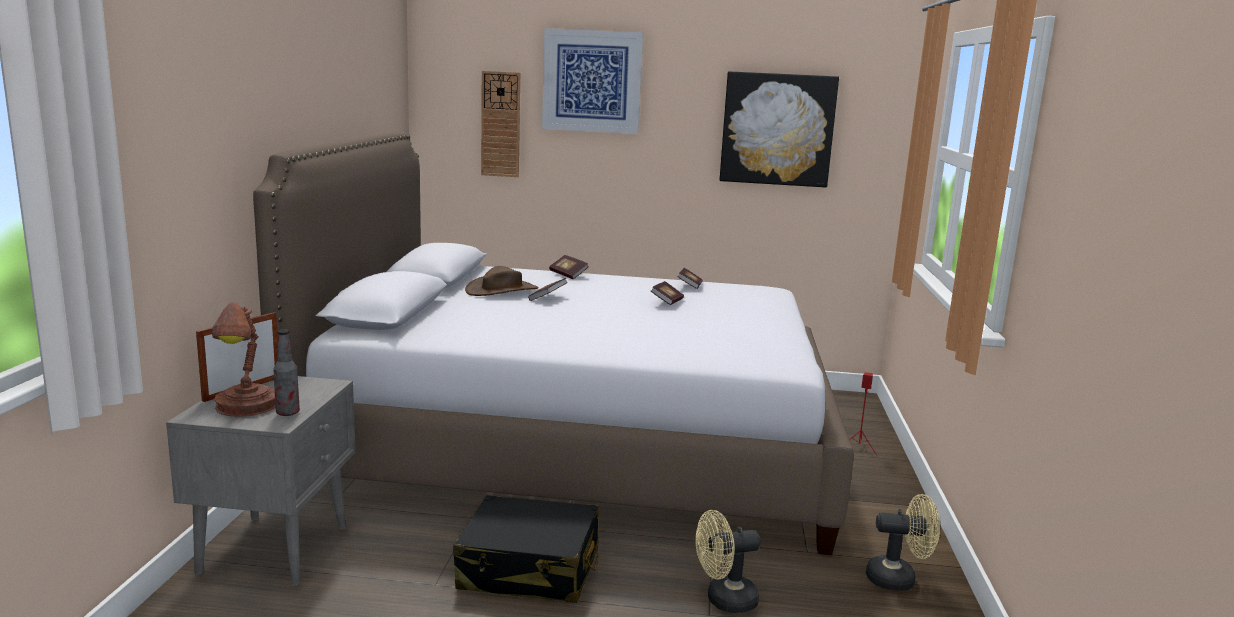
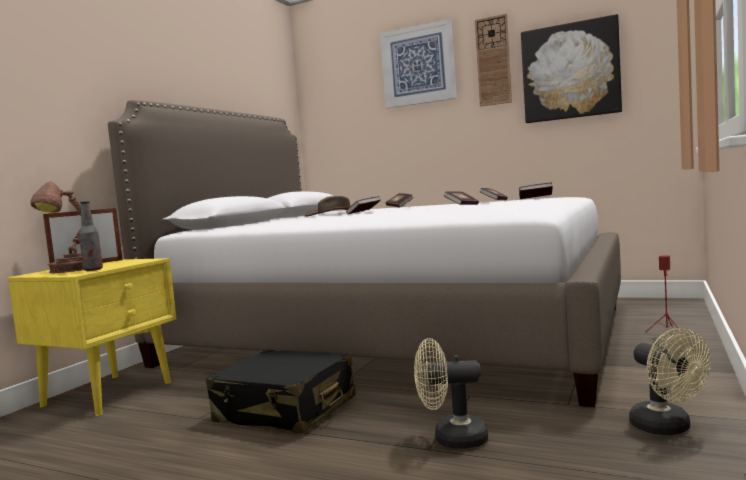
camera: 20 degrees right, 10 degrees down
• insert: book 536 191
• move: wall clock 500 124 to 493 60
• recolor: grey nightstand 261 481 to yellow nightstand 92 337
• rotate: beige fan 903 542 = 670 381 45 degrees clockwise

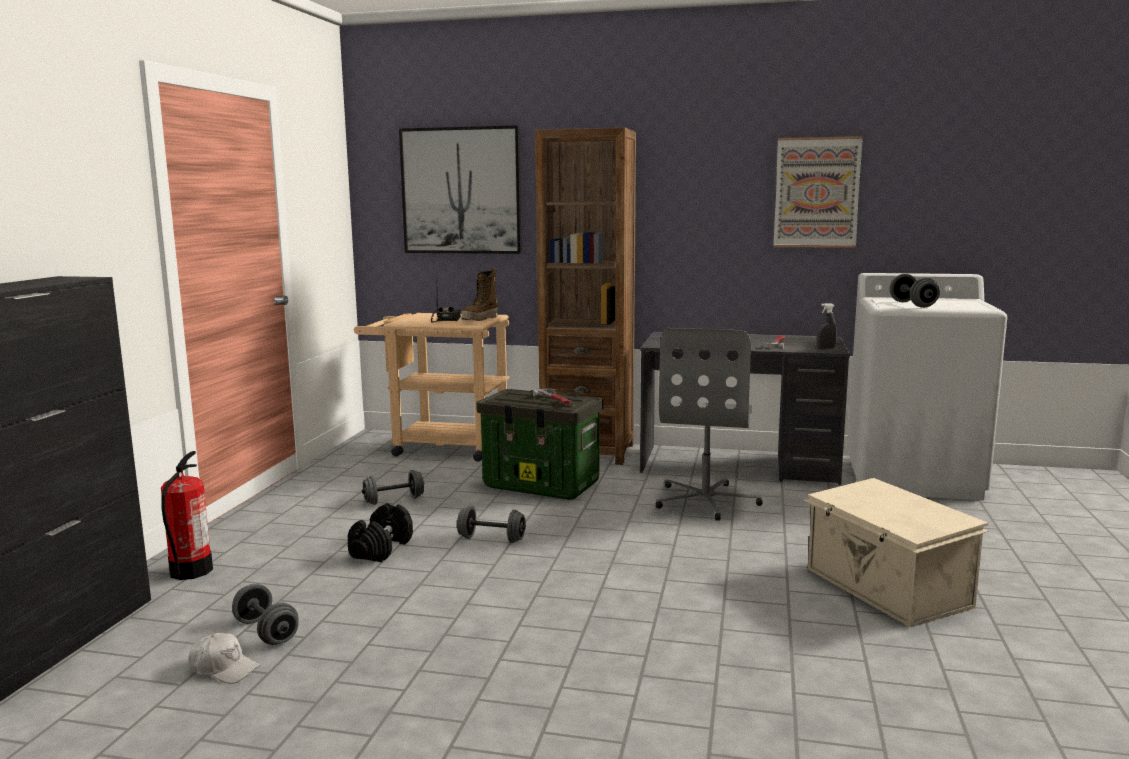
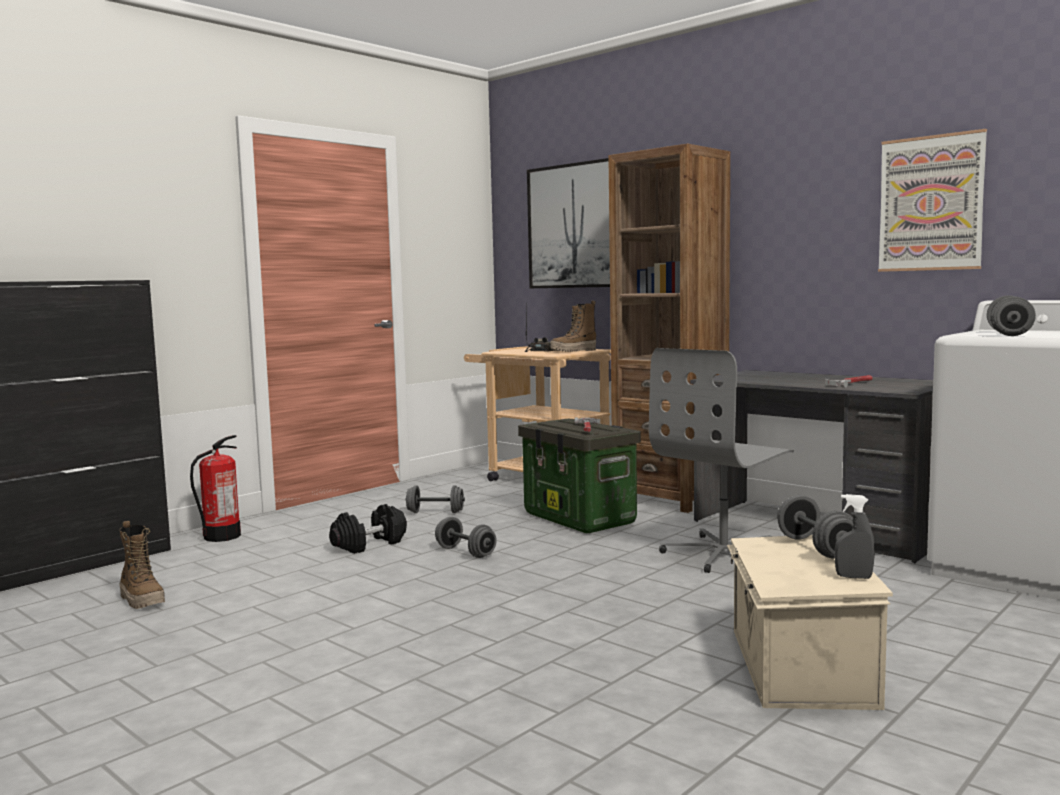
camera: 30 degrees right, 5 degrees down
• move: grey dumbbell 265 614 to 815 526
• move: grey spray bottle 826 326 to 855 536
• replace: white cap 224 658 to boot 142 565

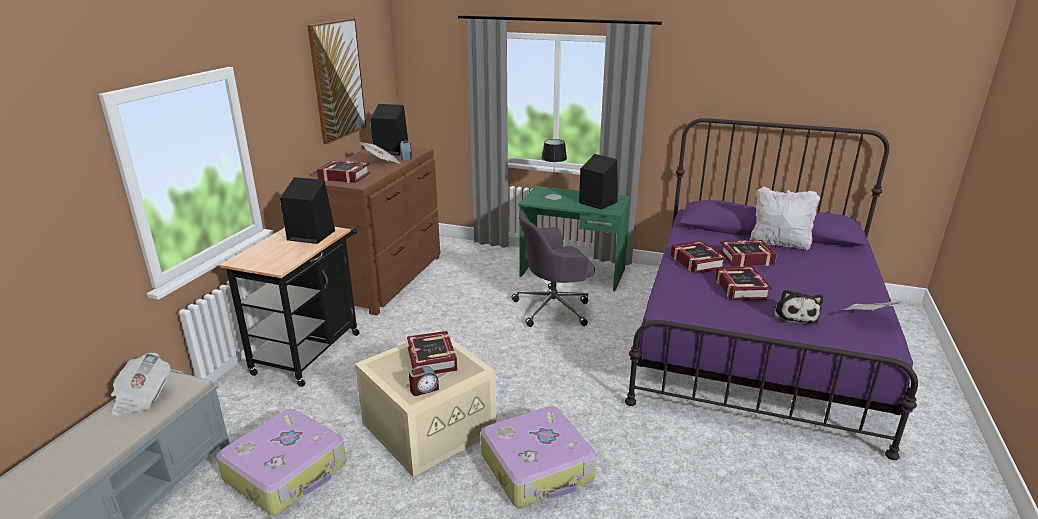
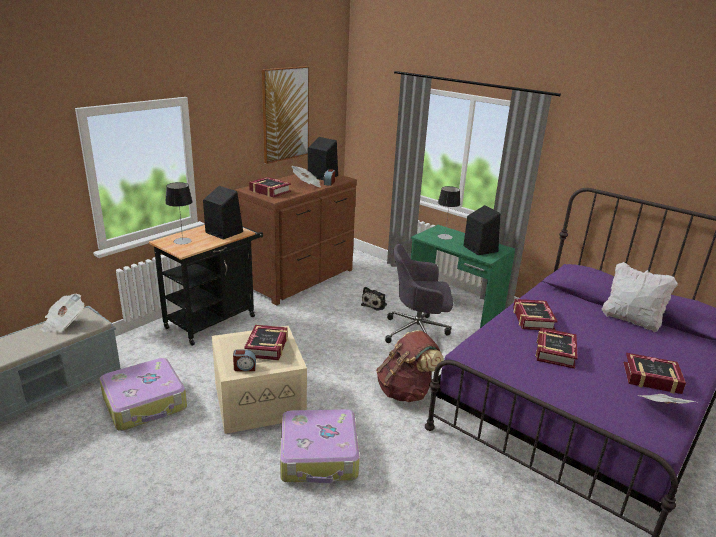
camera: 20 degrees right, 0 degrees up
• insert: table lamp 179 213
• insert: brown backpack 410 366
• move: book 748 253 to 655 373
• move: plush toy 798 307 to 374 299

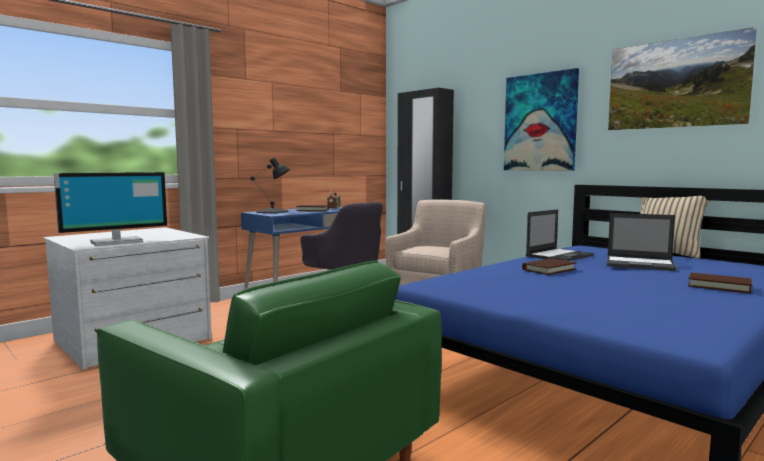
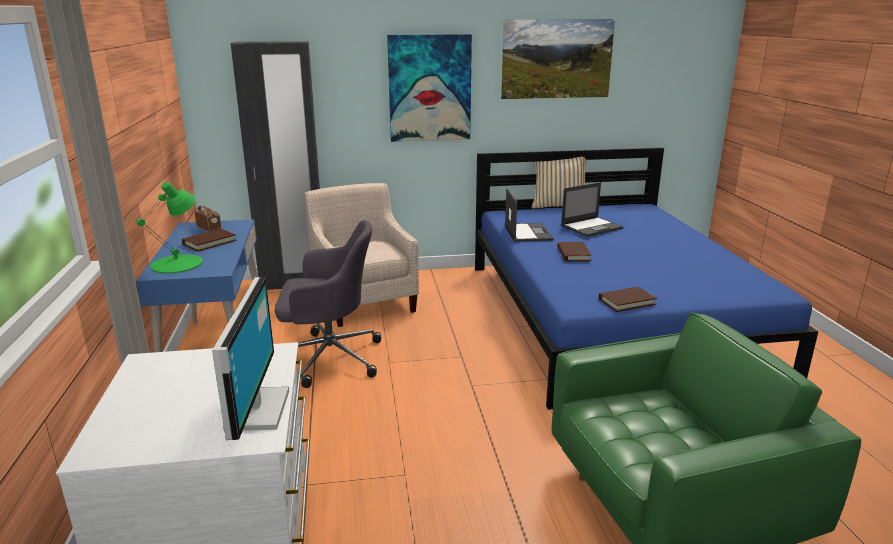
camera: 55 degrees left, 15 degrees up
• move: brown book 720 283 to 628 299
• recolor: black table lamp 270 185 to green table lamp 169 228

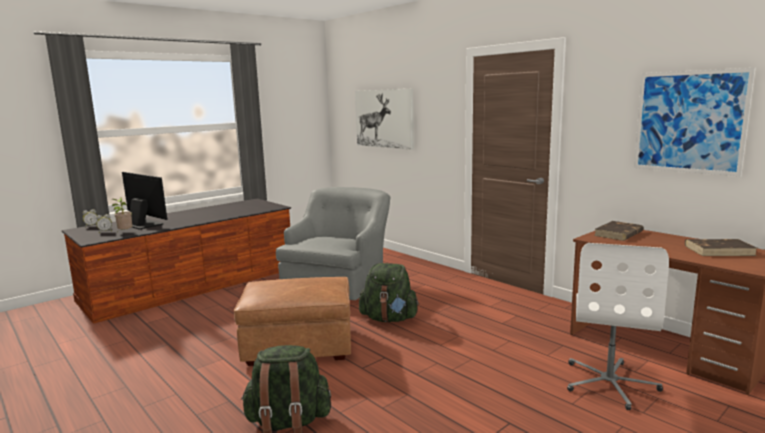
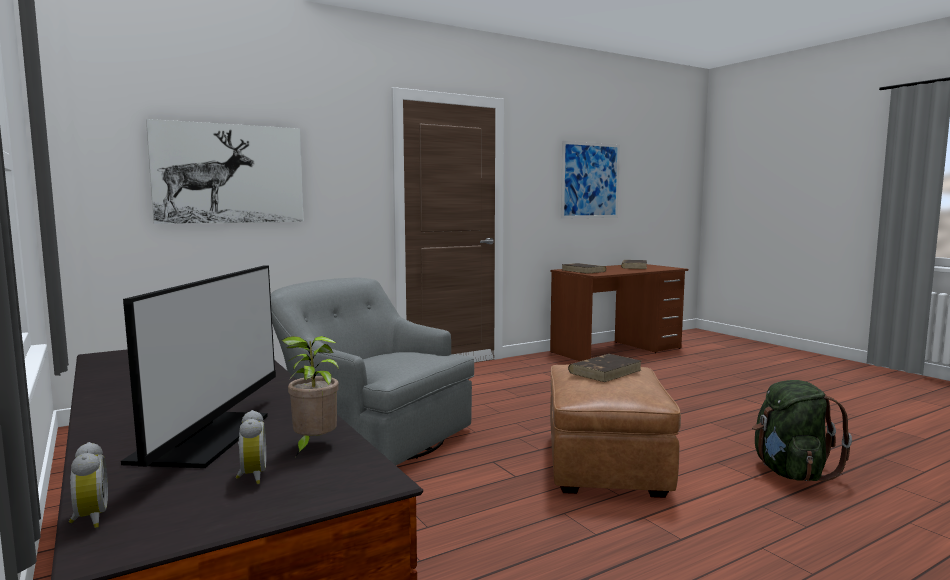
camera: 80 degrees left, 5 degrees down
• delete: green backpack 389 292
• delete: white office chair 618 326
• insert: brown book 604 368
• rotate: monitor 145 201 = 198 366 135 degrees clockwise

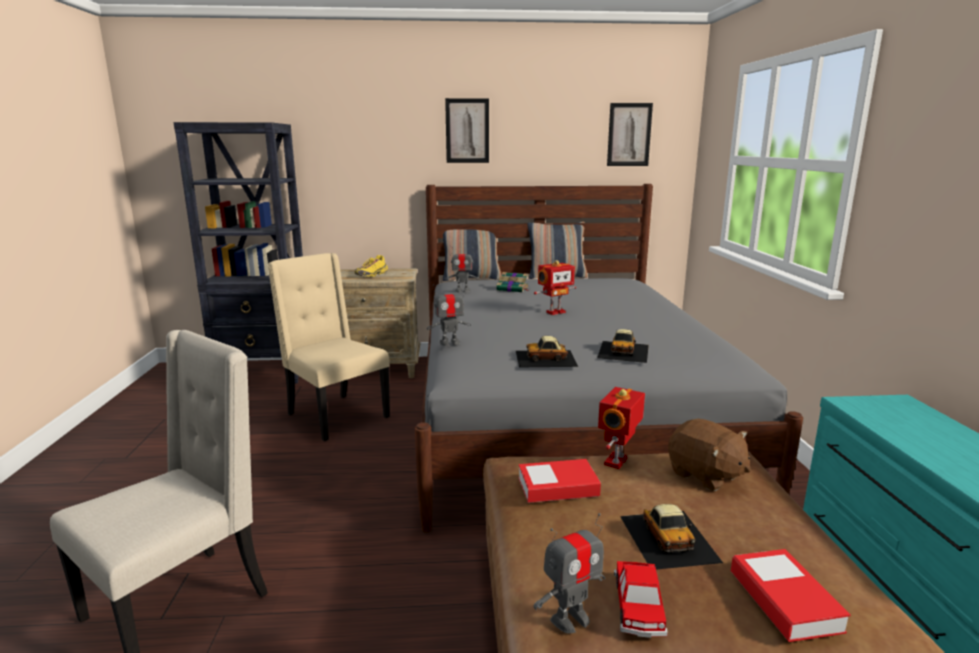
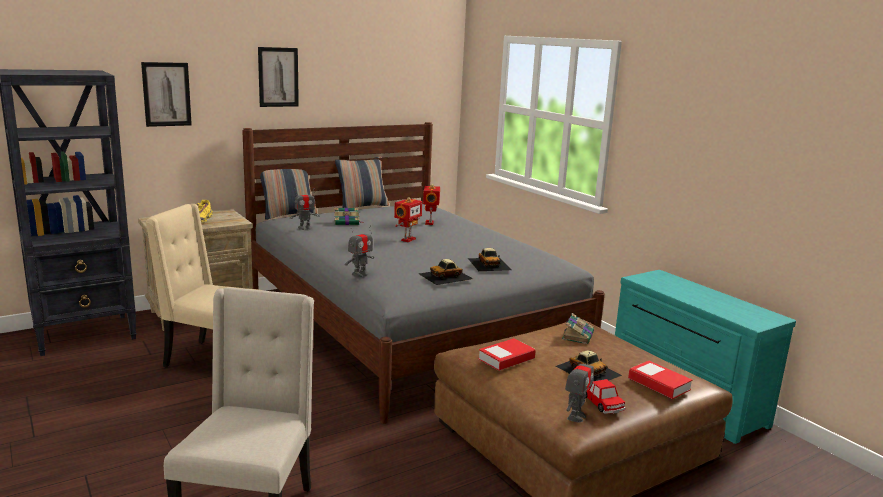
camera: 30 degrees left, 0 degrees up
• move: toy robot 621 428 to 431 204
• move: picture 630 134 to 166 94
• replace: brown plush toy 709 455 to book 578 328

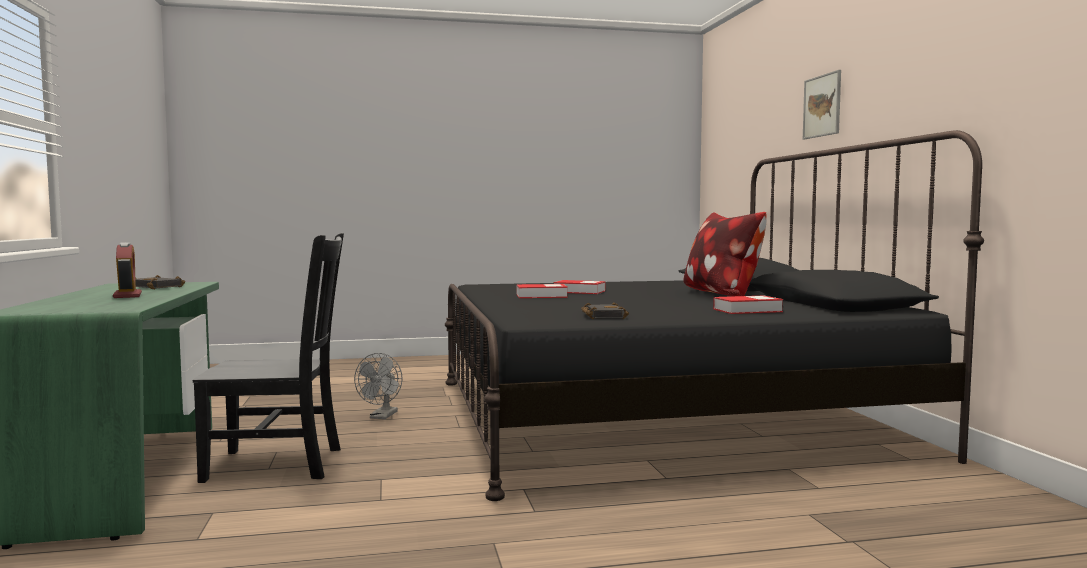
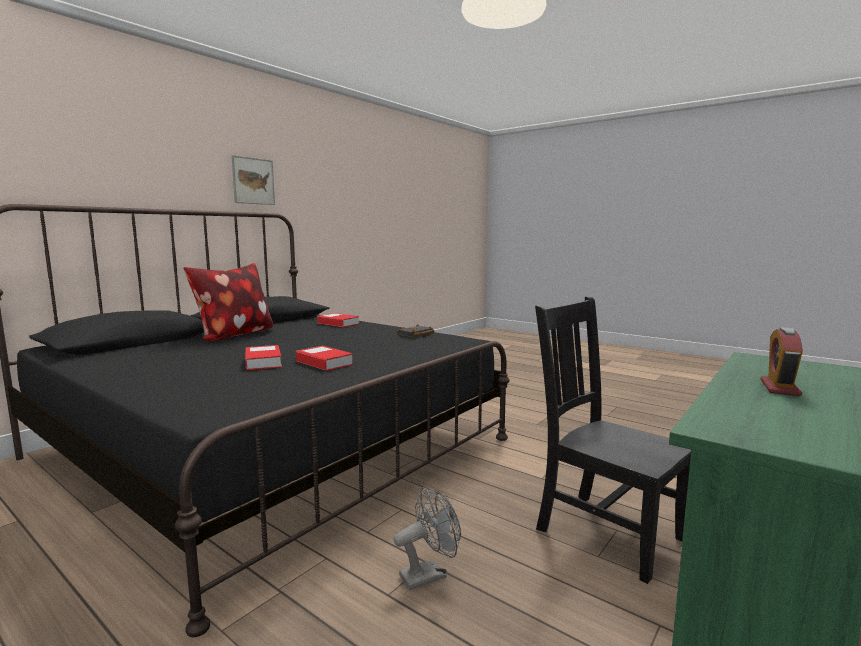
camera: 130 degrees left, 5 degrees up
• delete: black book 160 282
• move: picture 822 104 to 253 180

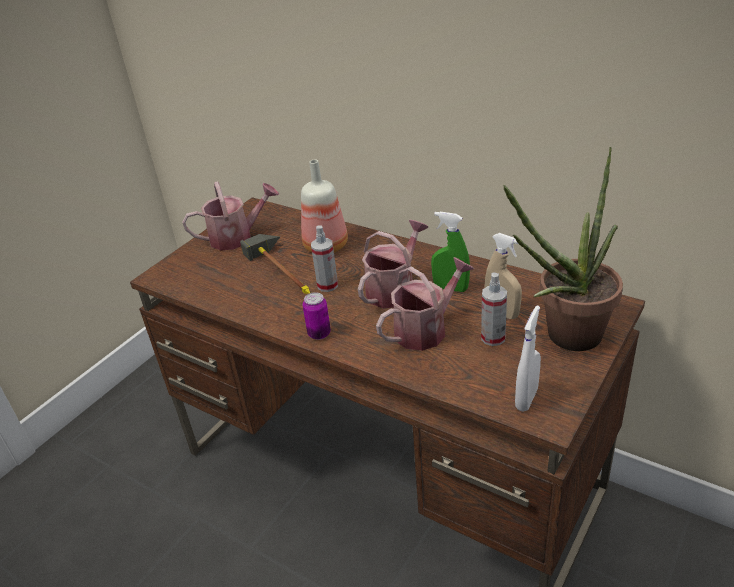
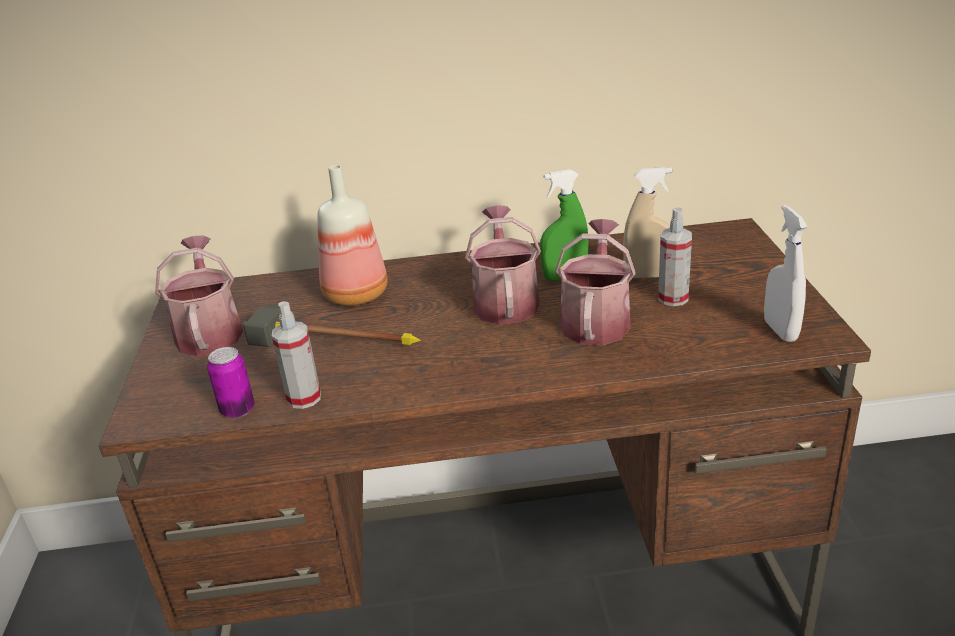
camera: 40 degrees left, 5 degrees down
• delete: potted plant 563 249
• move: can 316 316 to 230 382
• move: spray bottle 324 258 to 296 355
• rotate: watering can 230 215 = 199 296 45 degrees counterclockwise

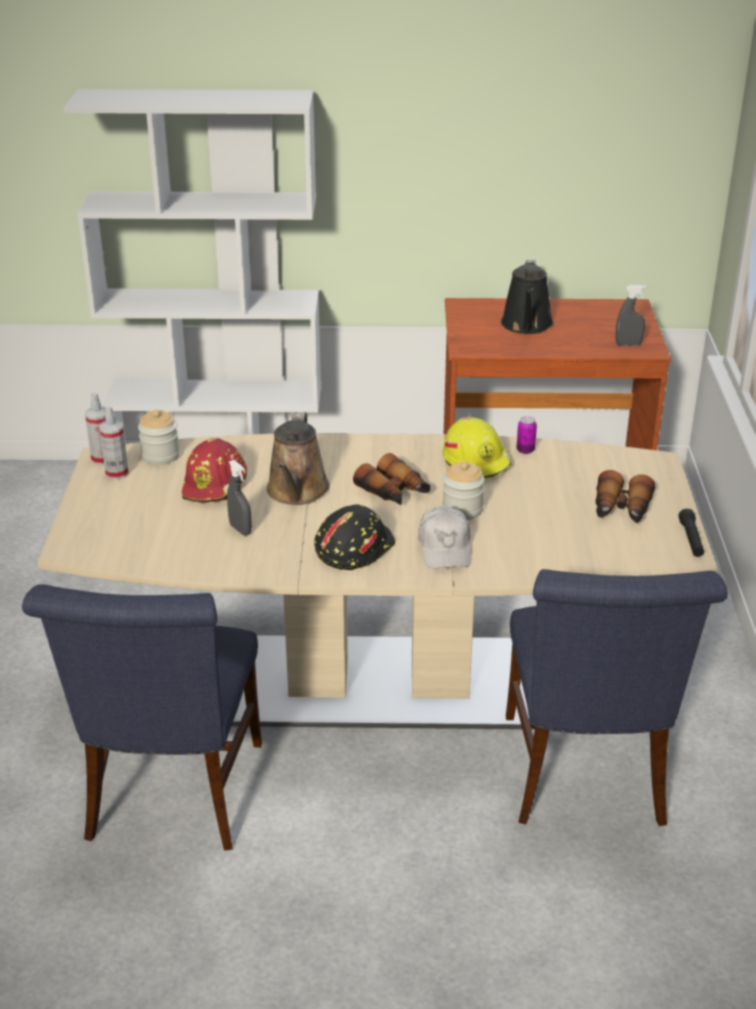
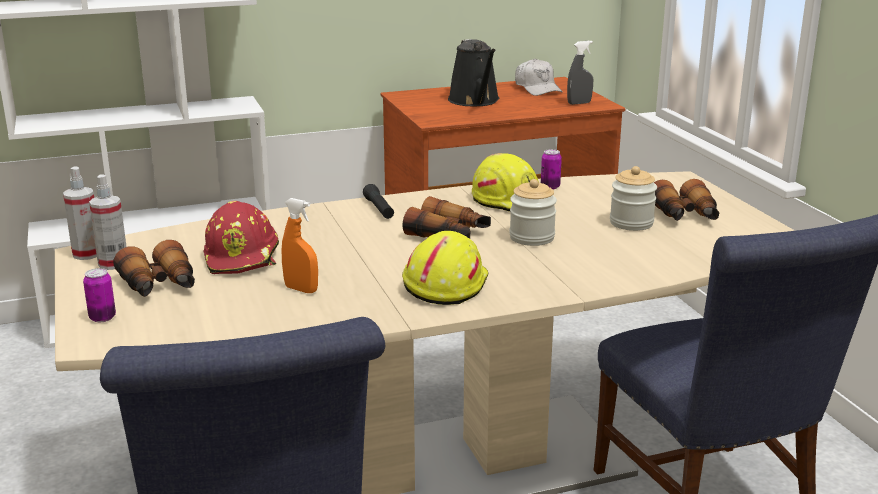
camera: 20 degrees left, 10 degrees down
• delete: brown watering can 298 458
• insert: can 99 295
• insert: binoculars 154 268
• move: jar 159 437 to 633 198
• move: white cap 444 537 to 539 77
• move: black flashlight 691 533 to 378 201
• recolor: grey spray bottle 239 497 to orange spray bottle 300 245
• recolor: black hard hat 355 537 to yellow hard hat 445 268

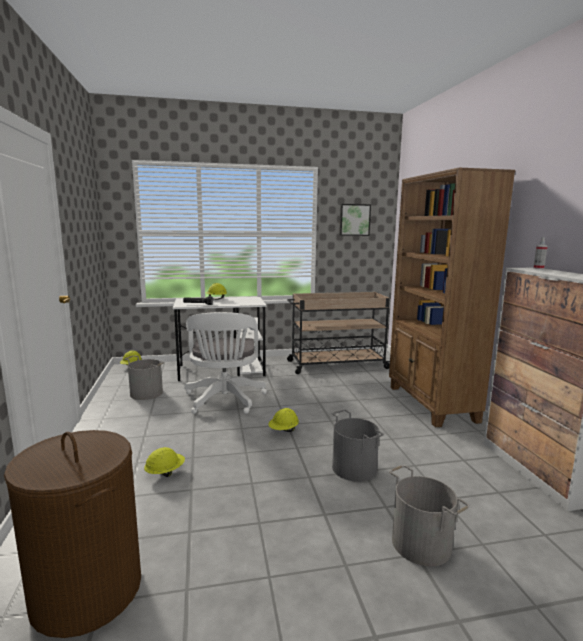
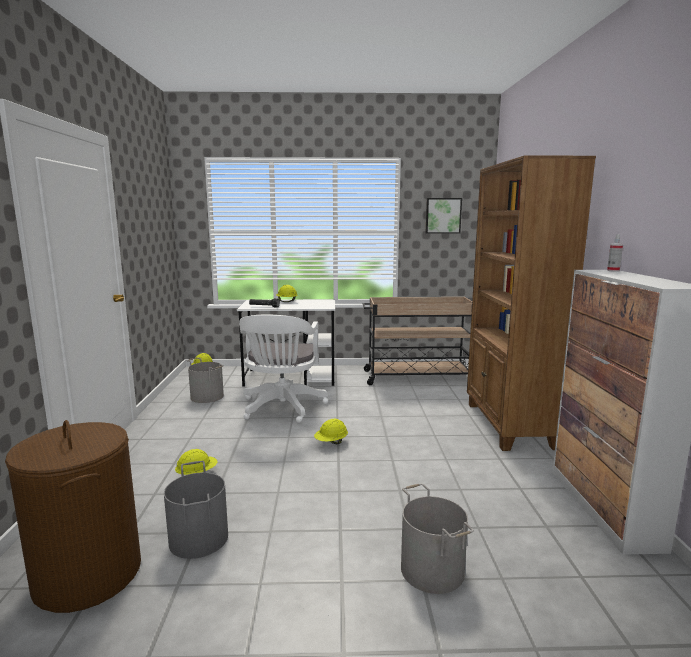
camera: 10 degrees right, 0 degrees up
• move: grey bucket 358 446 to 196 510

